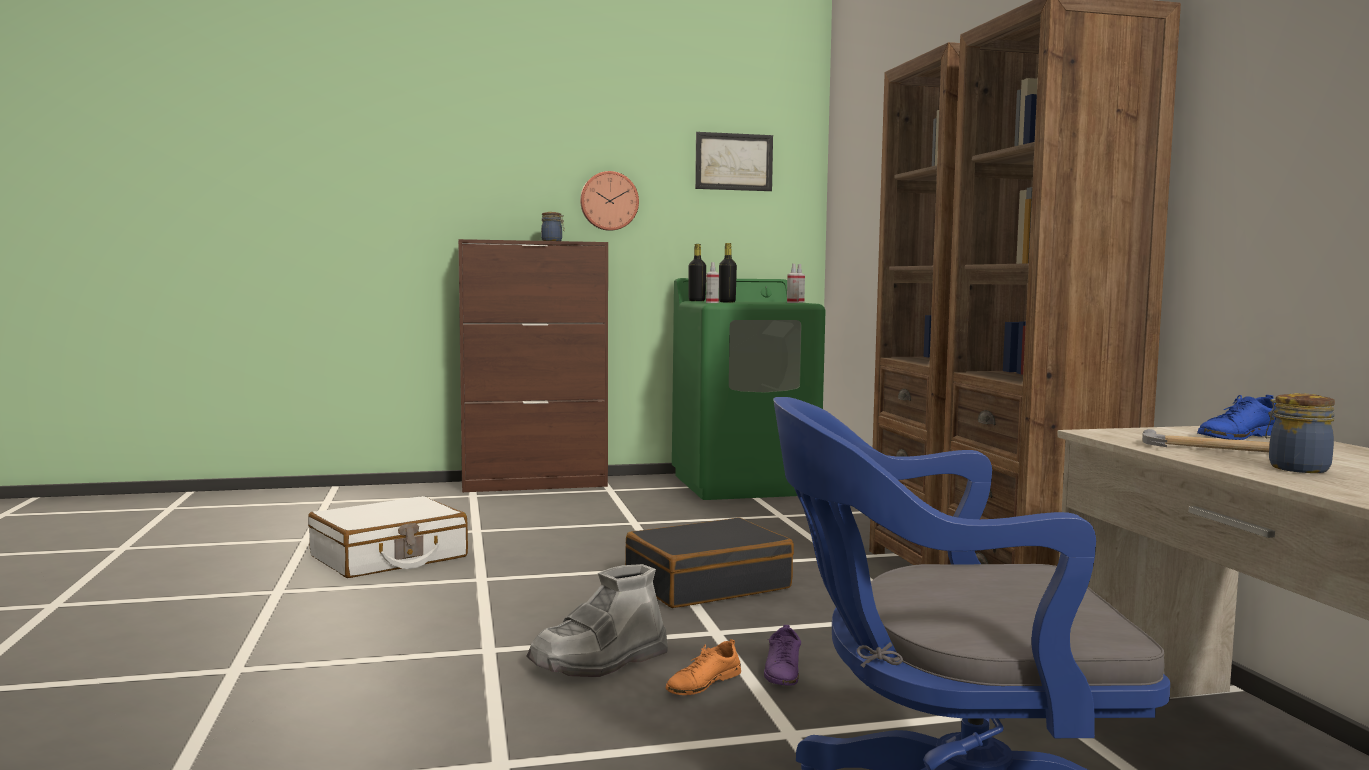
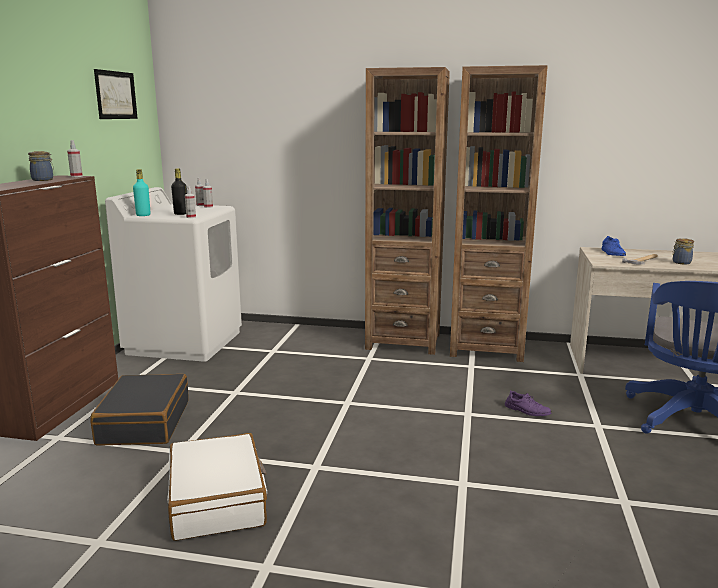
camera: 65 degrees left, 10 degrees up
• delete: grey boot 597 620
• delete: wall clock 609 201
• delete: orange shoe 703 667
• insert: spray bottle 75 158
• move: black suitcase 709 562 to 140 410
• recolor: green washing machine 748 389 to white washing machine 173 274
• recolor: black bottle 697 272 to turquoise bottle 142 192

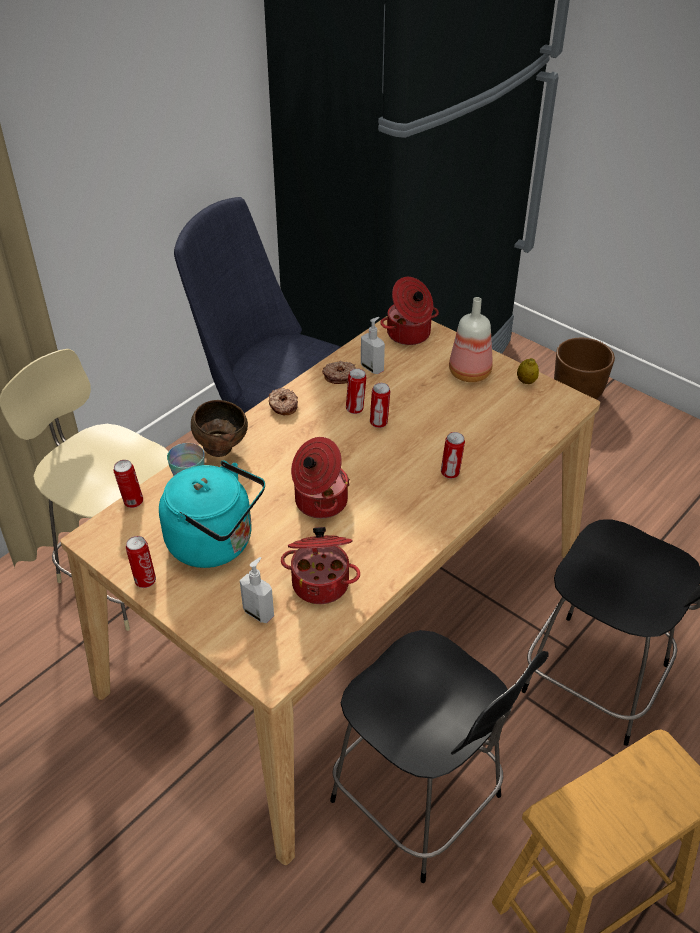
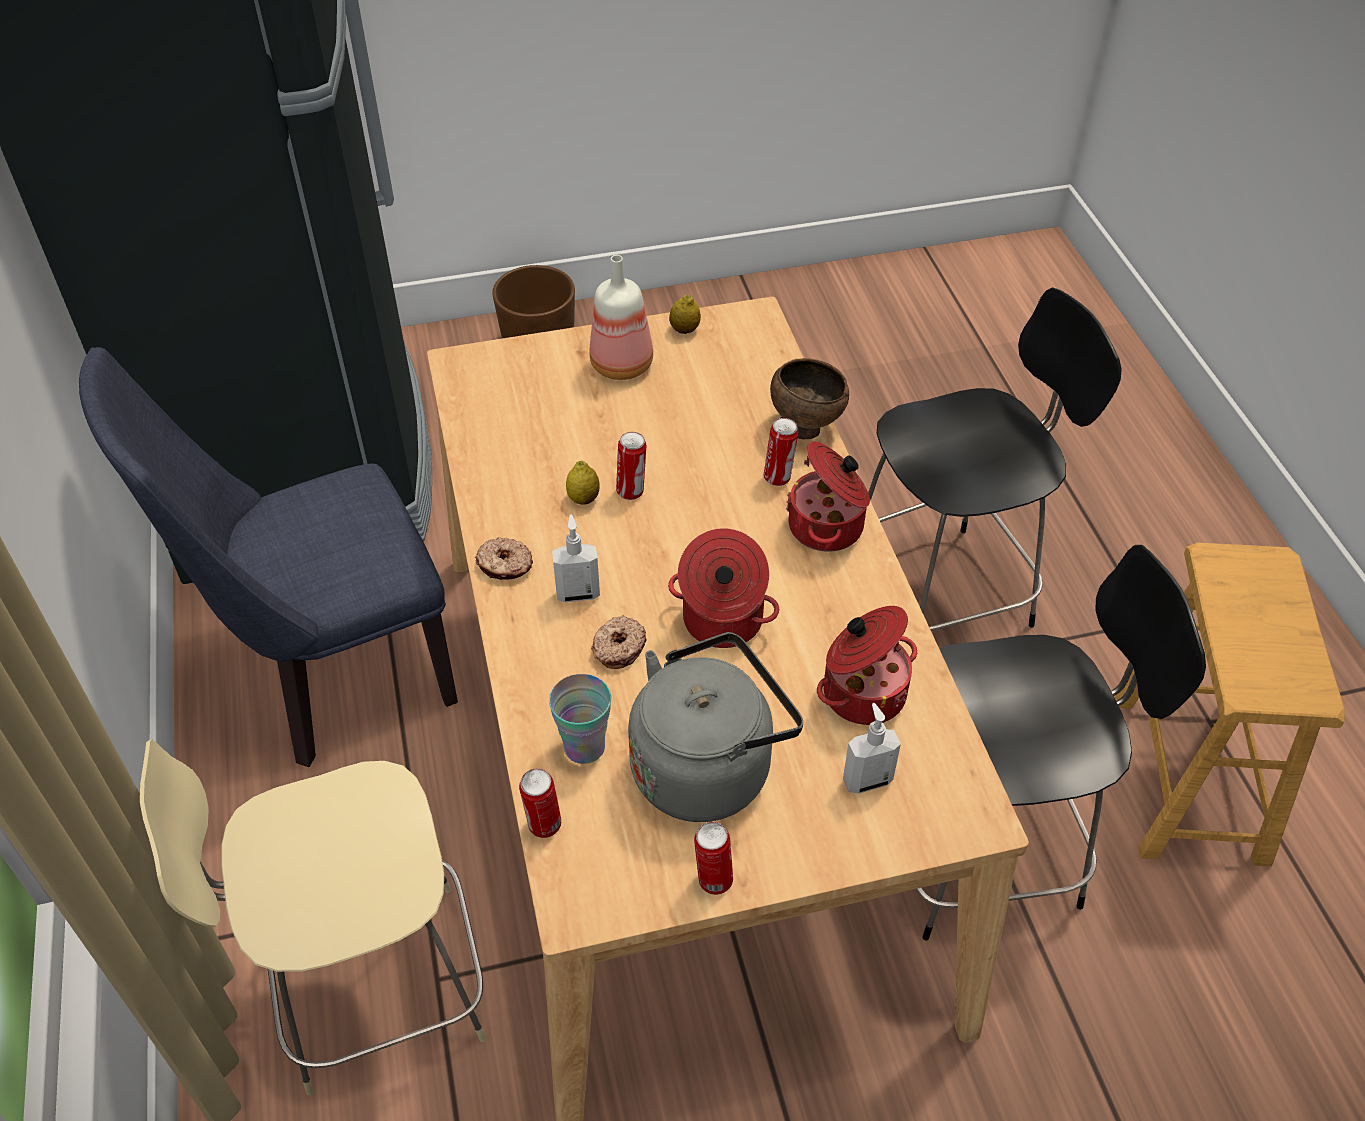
camera: 55 degrees left, 5 degrees up
• move: brown bowl 219 428 to 809 398
• move: donut 339 372 to 618 642
• move: soap dispenser 373 345 to 576 558
• move: cooking pot 409 311 to 828 496
• replace: can 356 391 to lemon 583 483
• recolor: turquoise kettle 212 514 to grey kettle 715 727

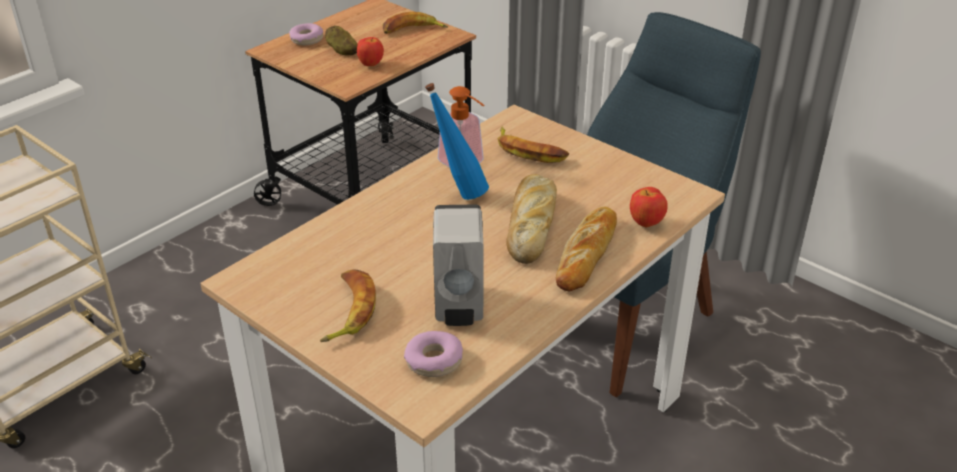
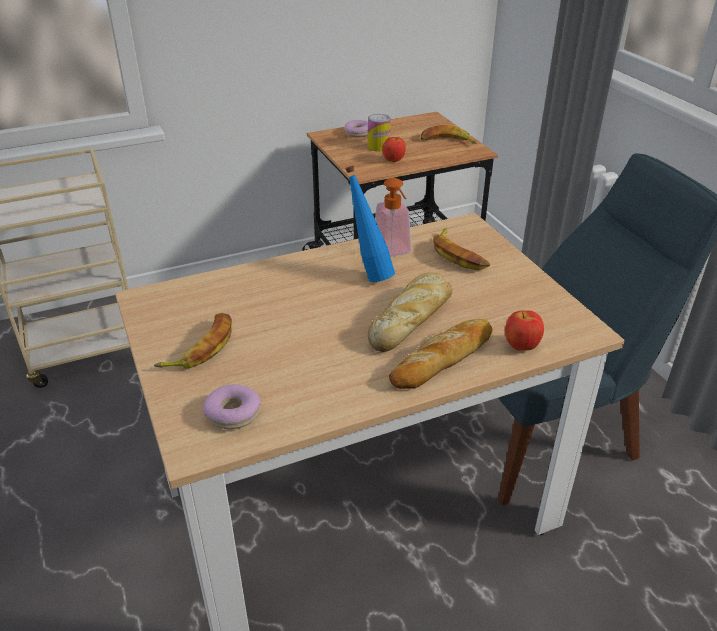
camera: 25 degrees right, 0 degrees up
• delete: white soap dispenser 458 265
• replace: potato 341 40 to can 379 132

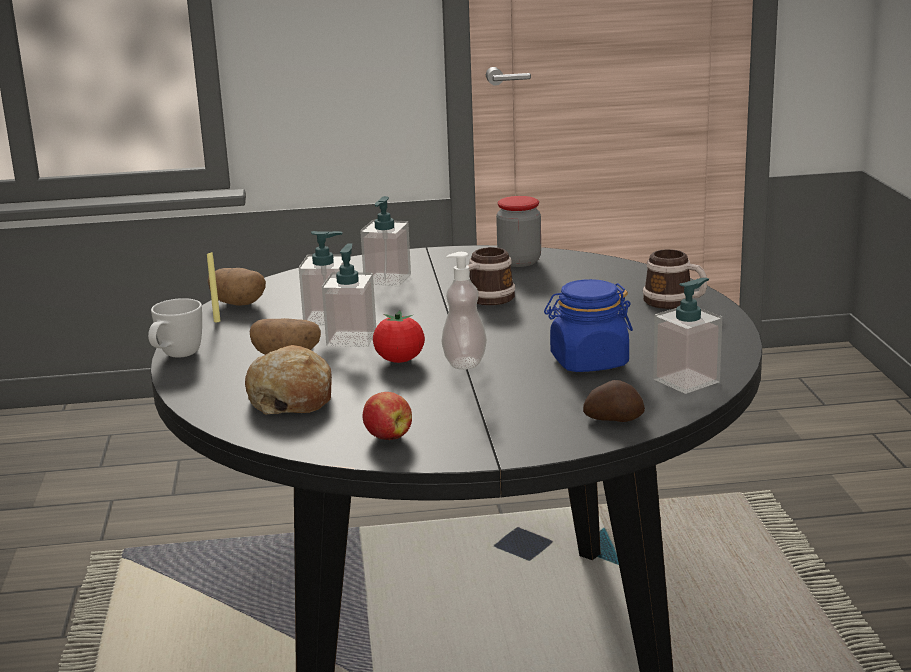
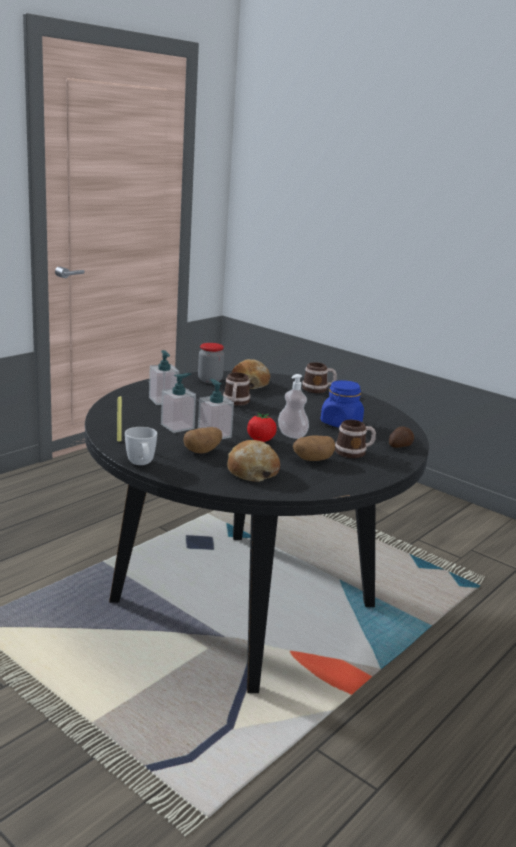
camera: 45 degrees left, 0 degrees up
• delete: apple 387 416
• delete: soap dispenser 687 336
• insert: bread 251 374
• insert: mug 355 439
• move: potato 237 287 to 314 448

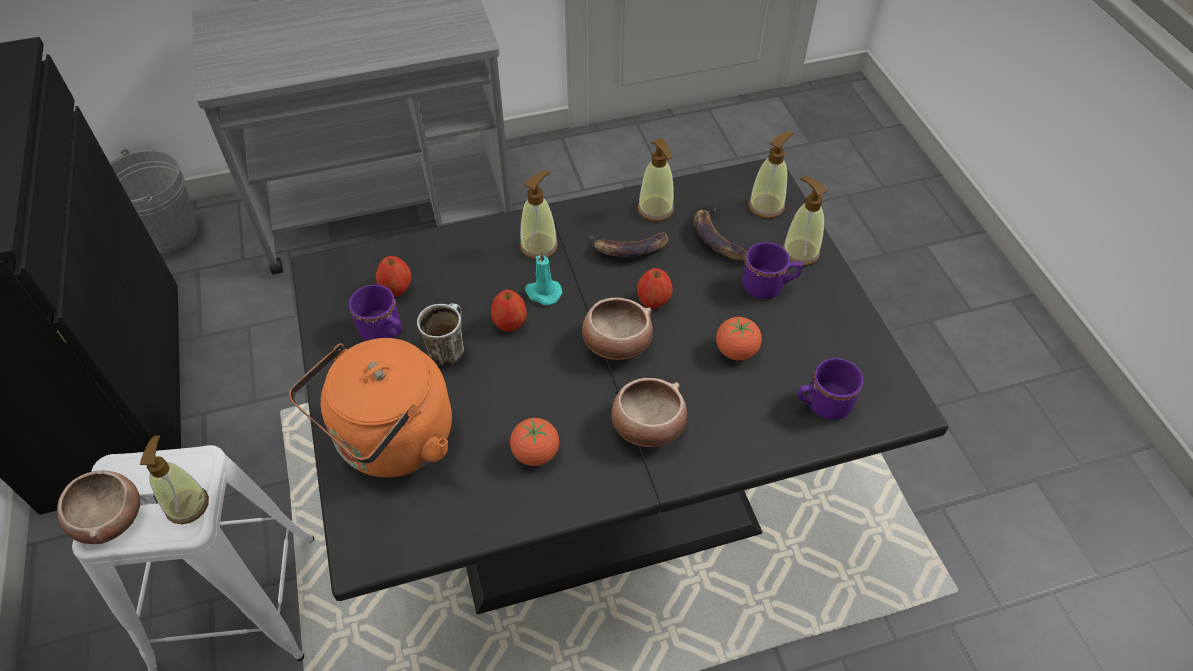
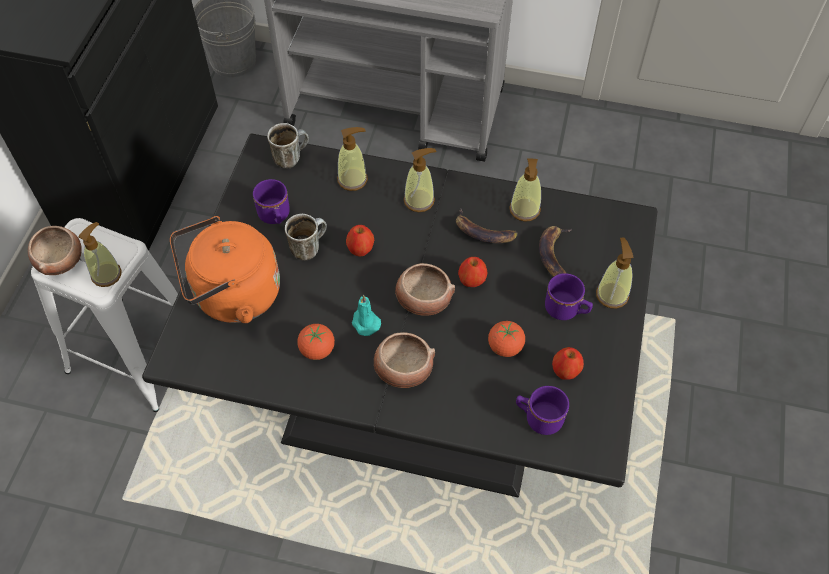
camera: 30 degrees right, 5 degrees up
• insert: mug 288 146
• move: apple 394 276 to 568 363
• move: turquoise candle 544 277 to 366 315
• move: soap dispenser 771 175 to 352 159

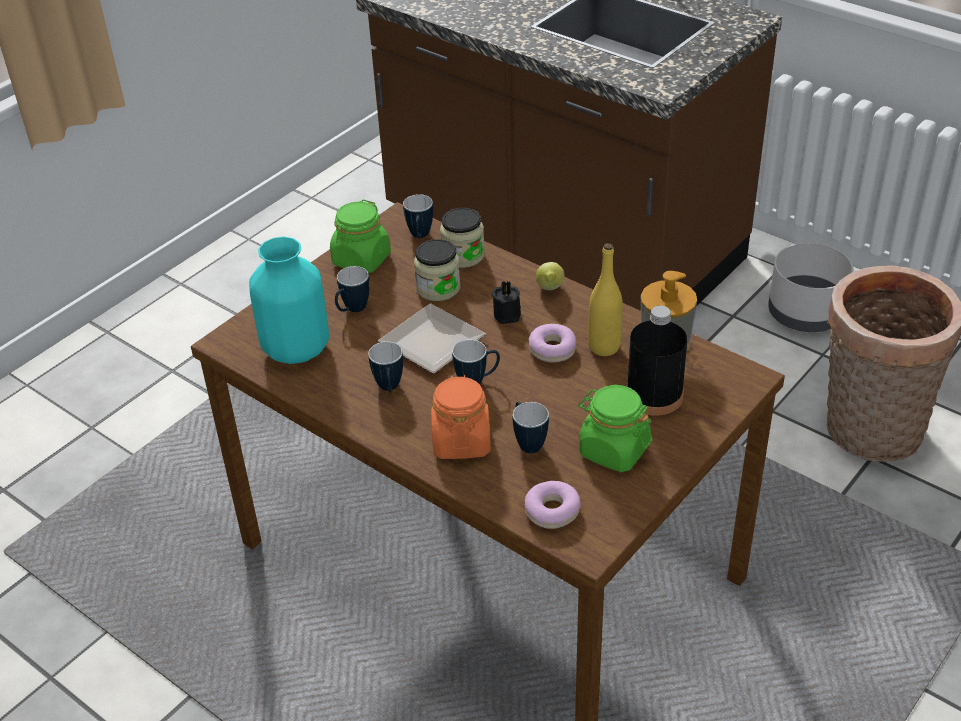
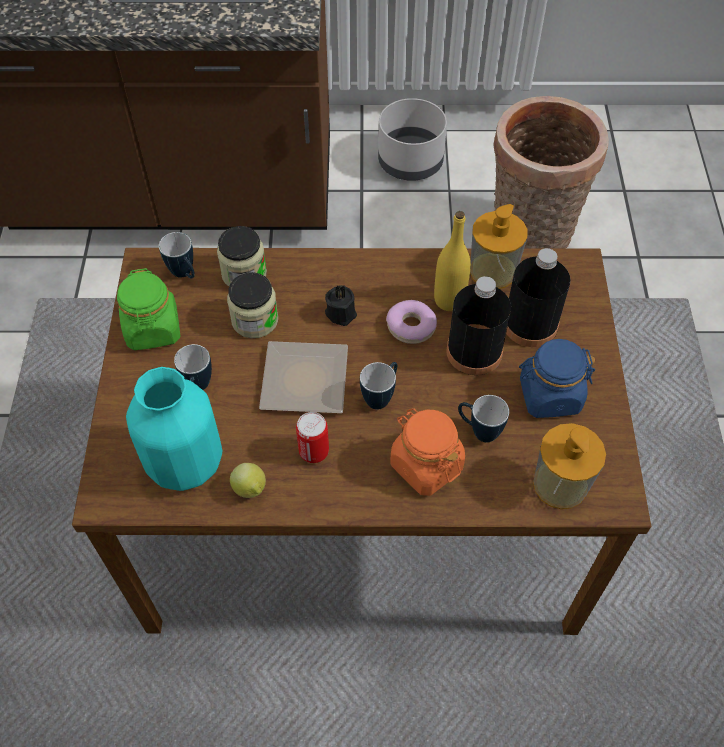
camera: 40 degrees left, 15 degrees up
• insert: black bottle 478 325
• move: lemon 550 276 to 248 480
• replace: mug 385 367 to can 312 437
• replace: donut 553 505 to soap dispenser 569 466
• recolor: green jar 615 428 to blue jar 557 378

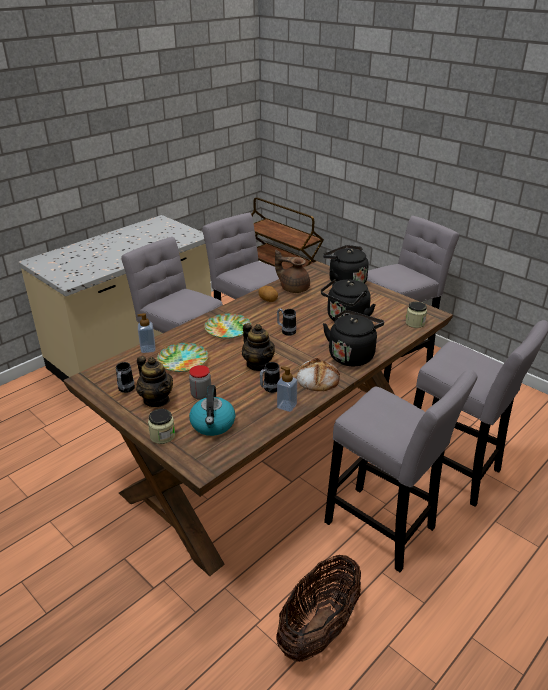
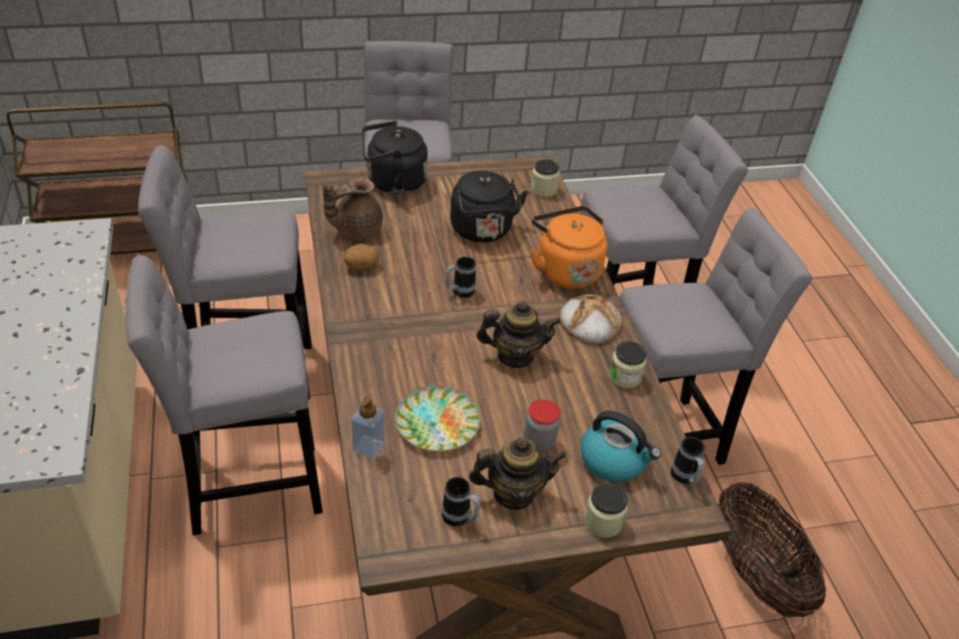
camera: 60 degrees left, 10 degrees up
• delete: plate 227 326
• move: mug 270 377 to 688 460
• replace: soap dispenser 287 389 to jar 628 364
• recolor: black kettle 353 338 to orange kettle 569 247

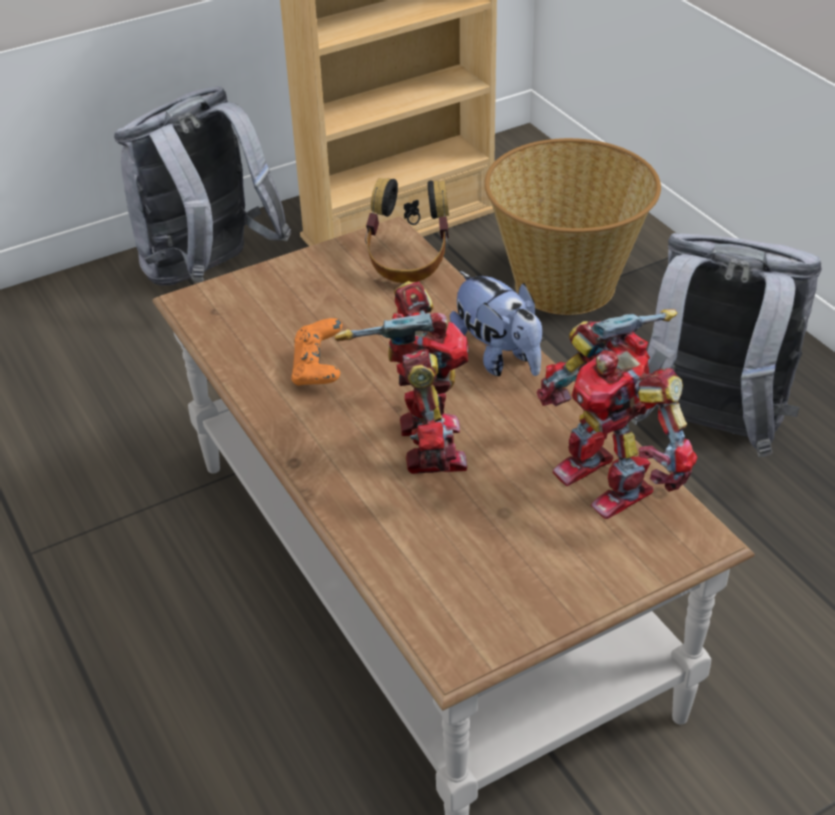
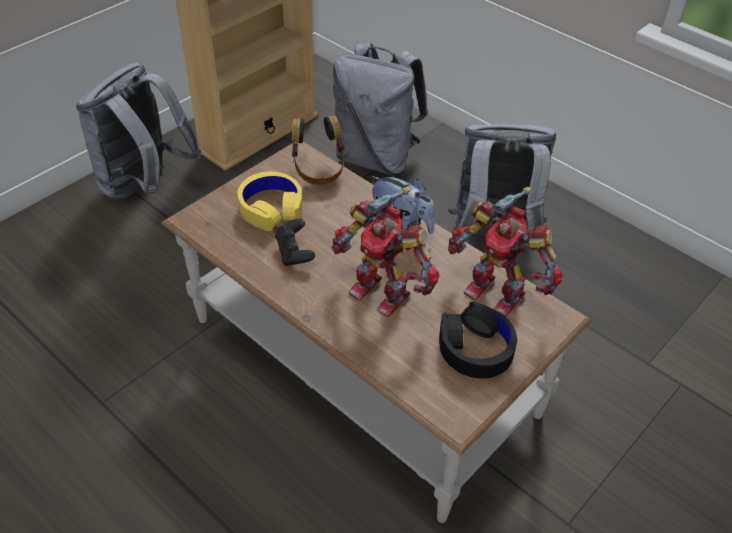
camera: 20 degrees left, 5 degrees up
• insert: yellow headphones 270 201
• insert: black headphones 478 340
• replace: basket 572 226 to grey backpack 380 109
• recolor: orange game controller 316 352 to black game controller 295 242
• rotate: toy robot 402 377 = 385 251 150 degrees clockwise

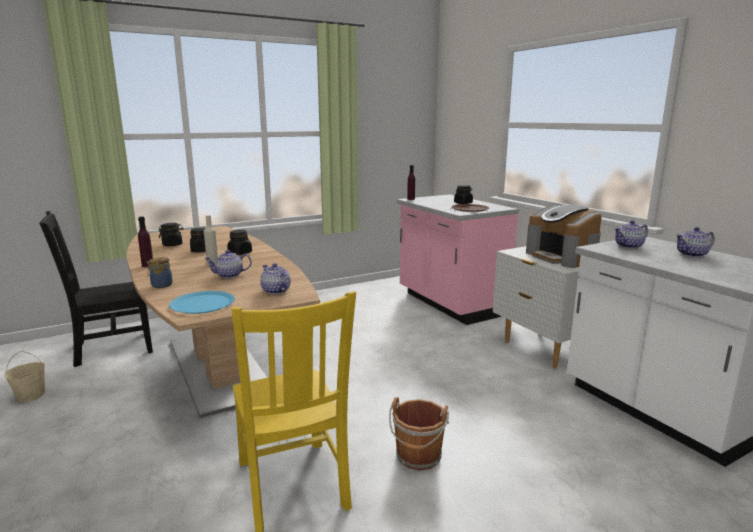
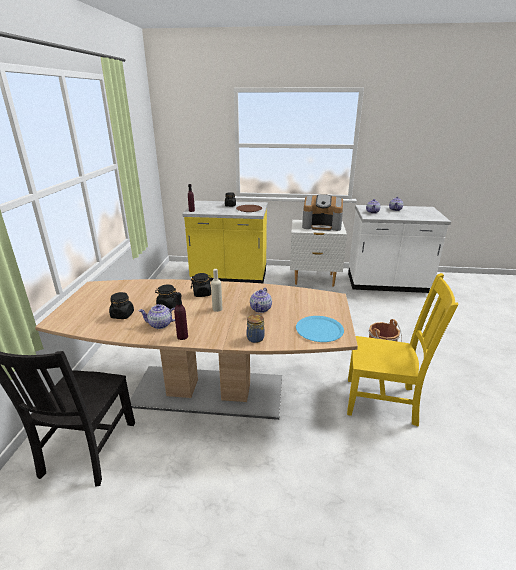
camera: 55 degrees left, 10 degrees up
• delete: beige bucket 24 376
• move: teapot 275 278 to 156 316
• recolor: pink counter 458 259 to yellow counter 225 242

